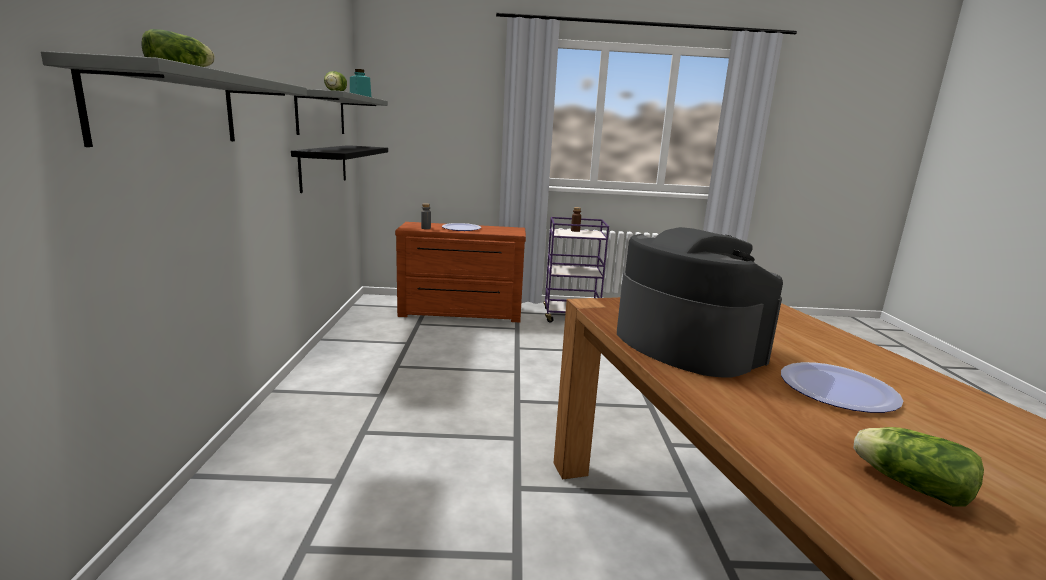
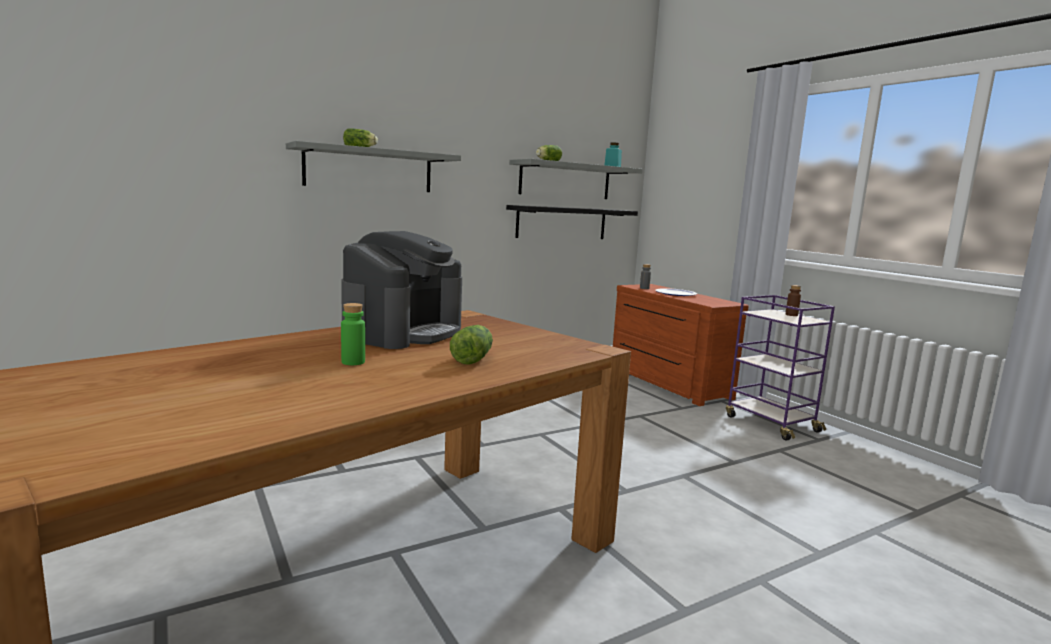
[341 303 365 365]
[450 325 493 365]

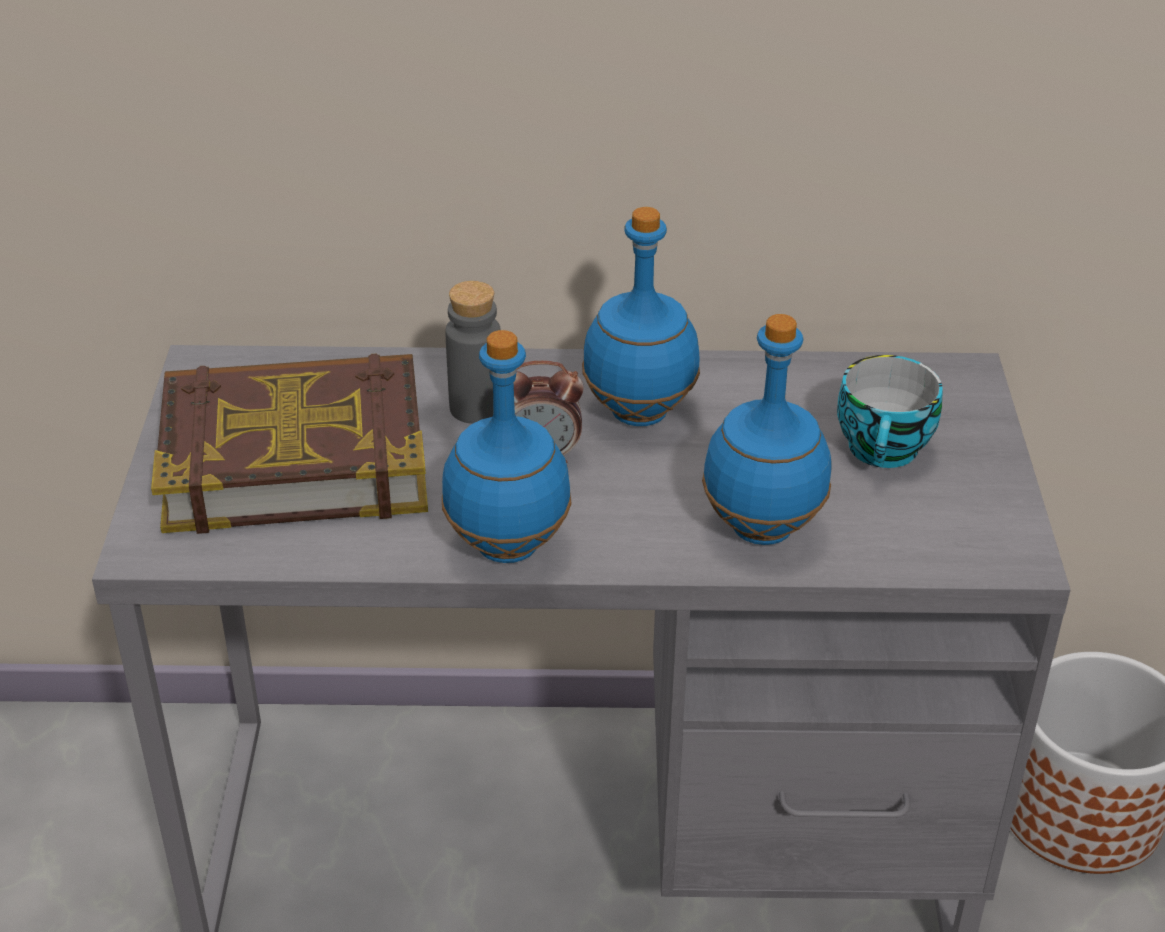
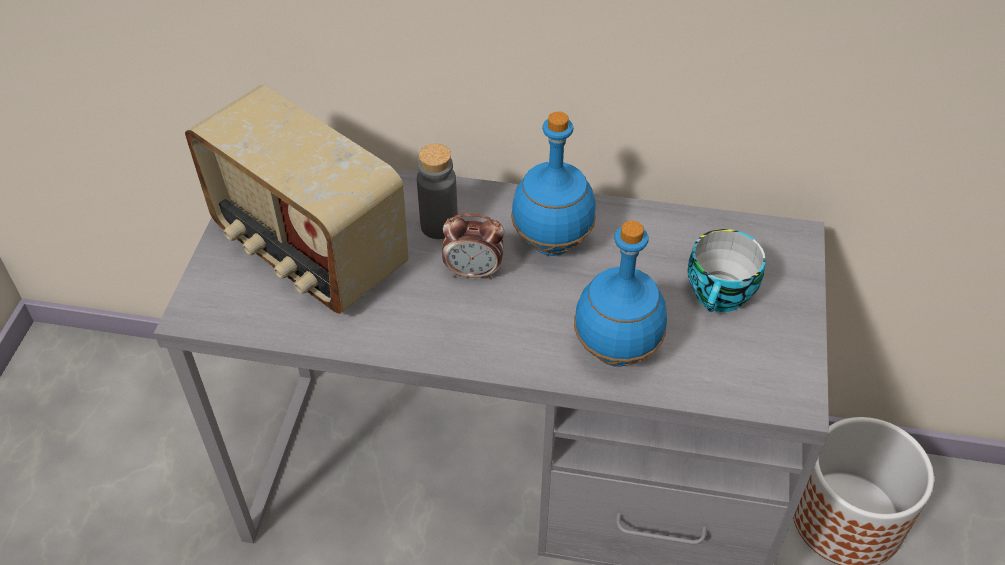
[442 330 572 563] (first image)
[185 85 408 314]

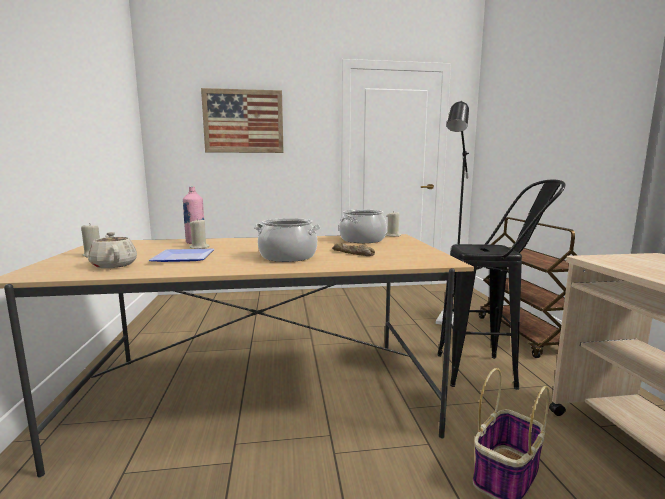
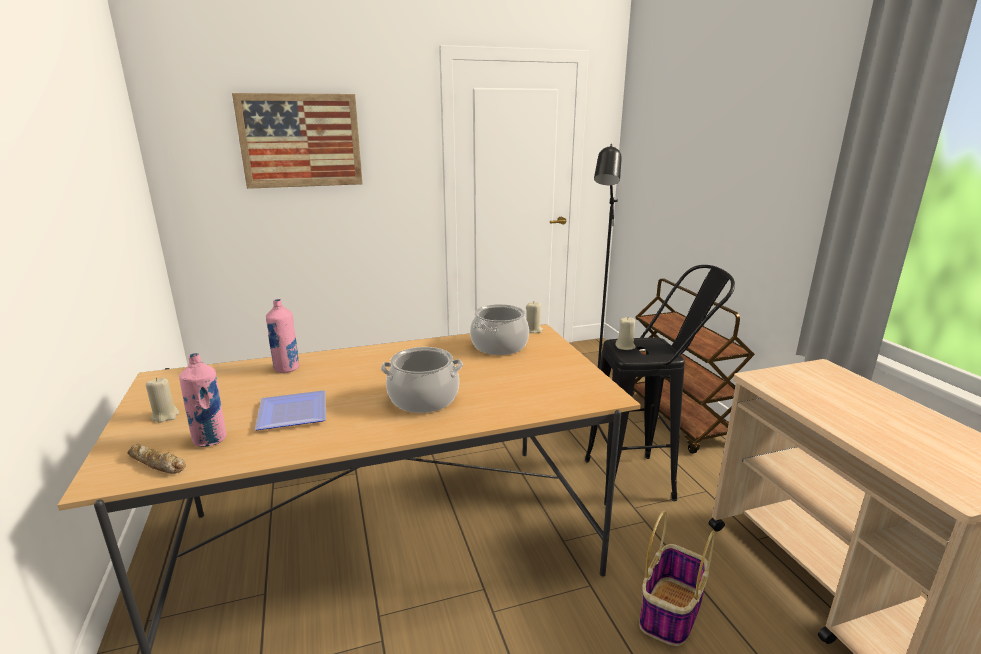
[615 317 636 350]
[179 353 226 447]
[127 444 186 474]

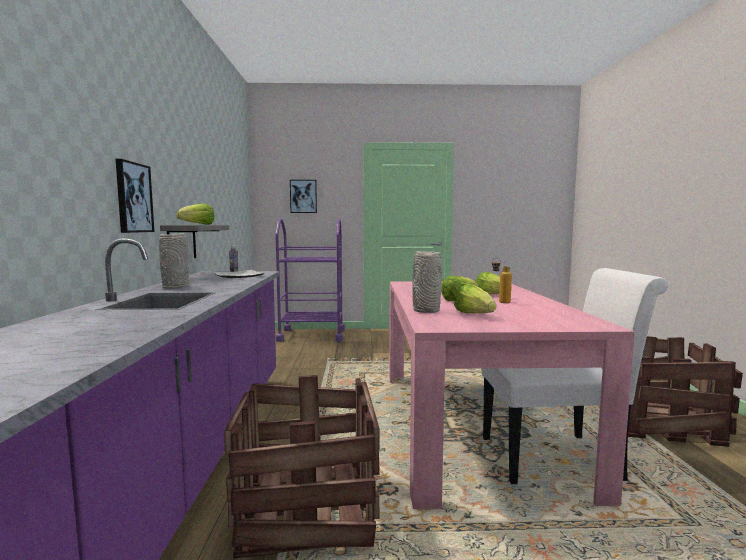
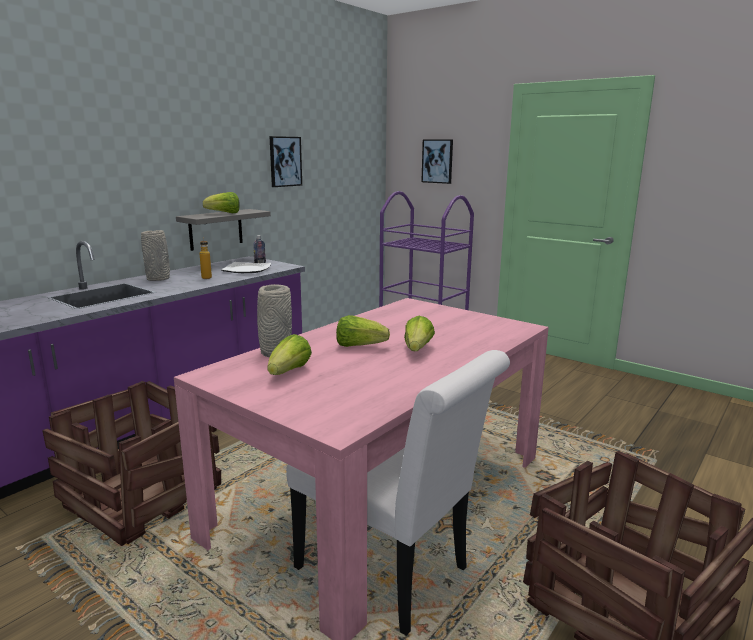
[269 136 302 187]
[200 237 212 279]

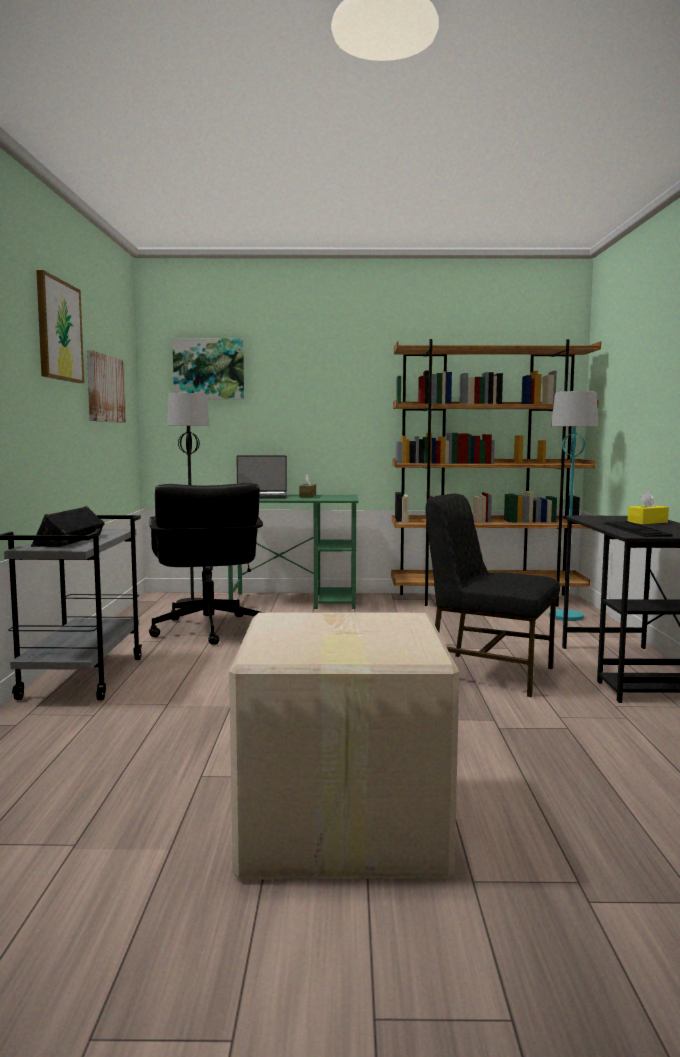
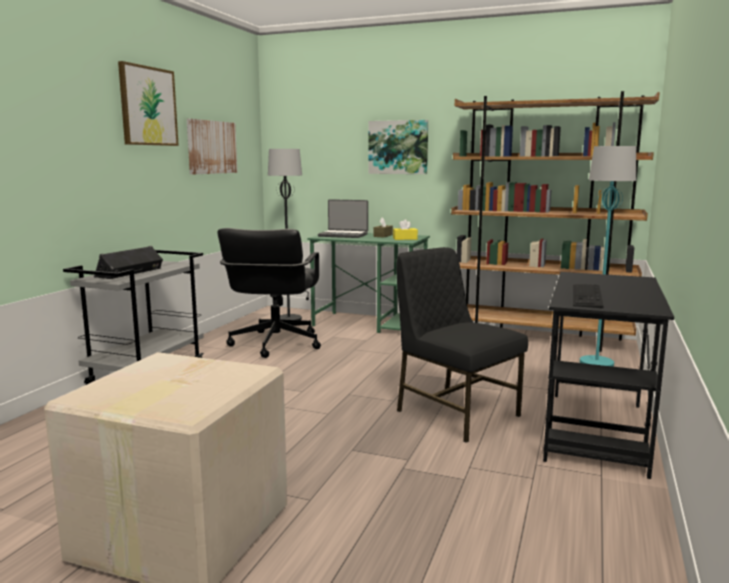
[368 120 428 174]
[393 219 418 240]

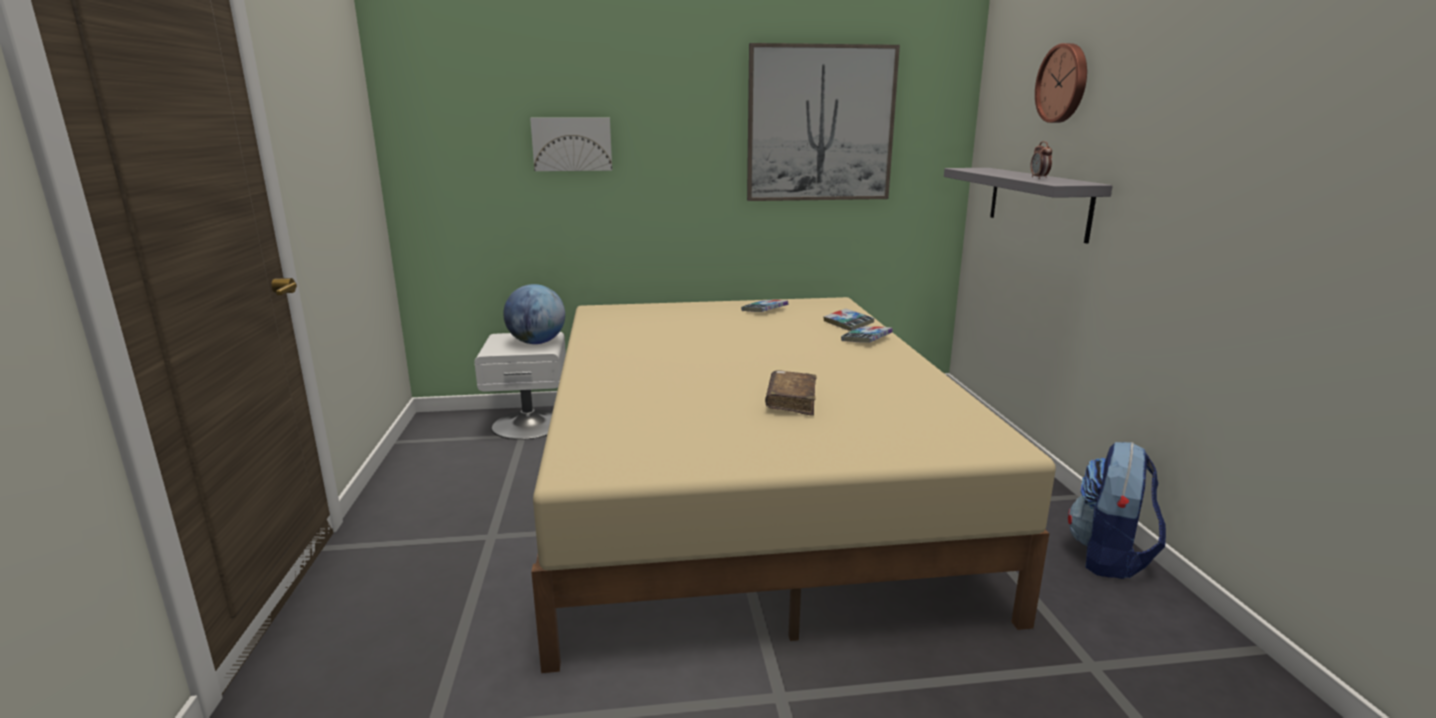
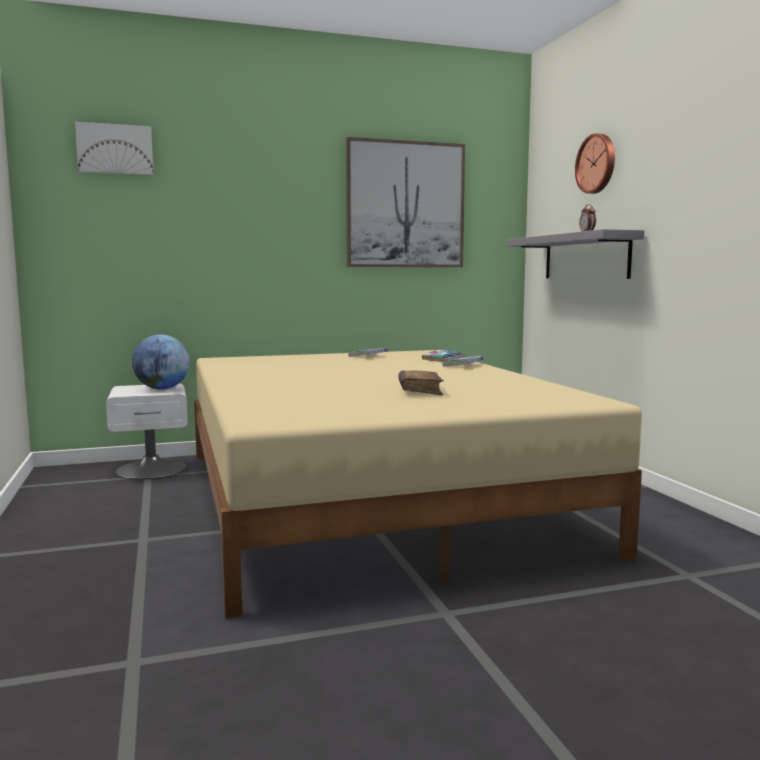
[75 122 154 175]
[1068 442 1166 579] (first image)

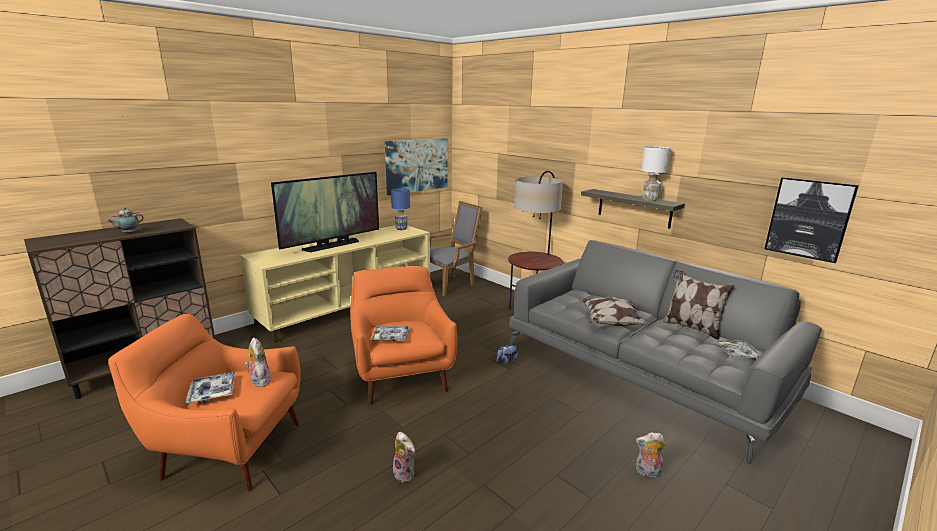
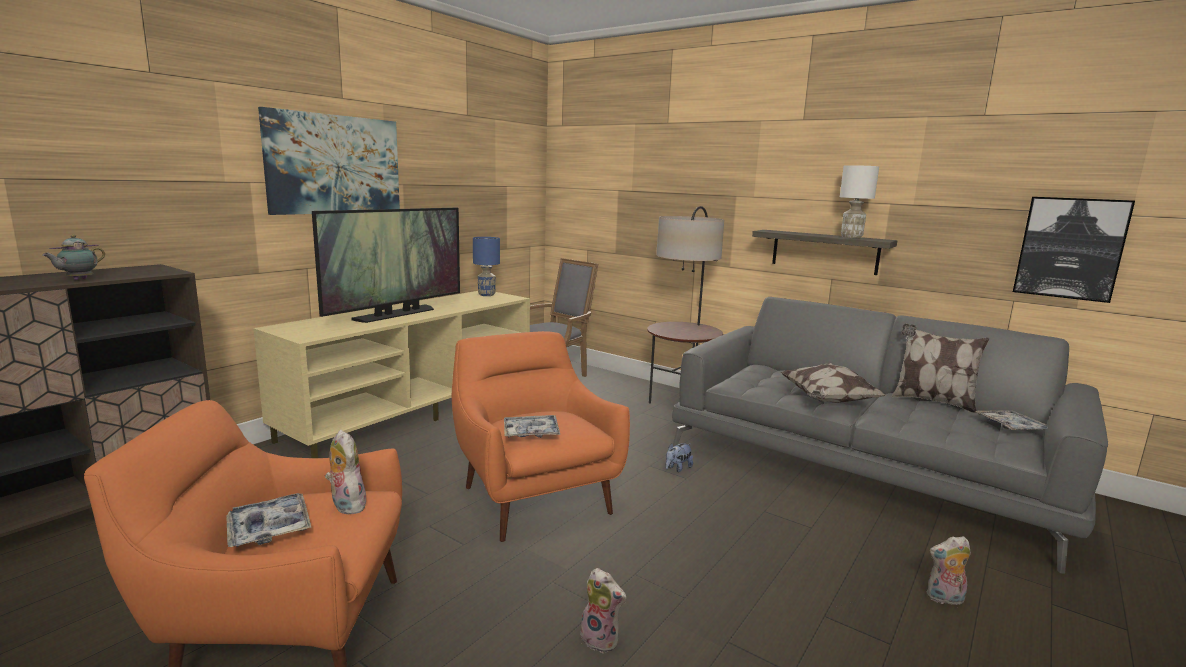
[258 107 400 215]

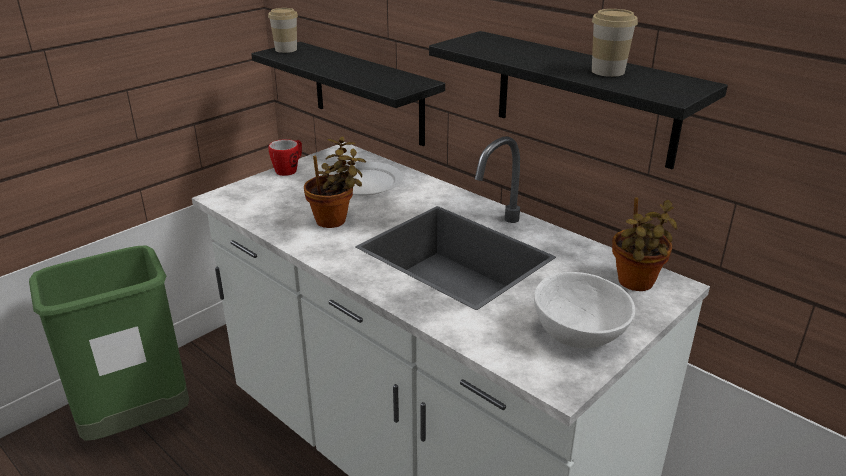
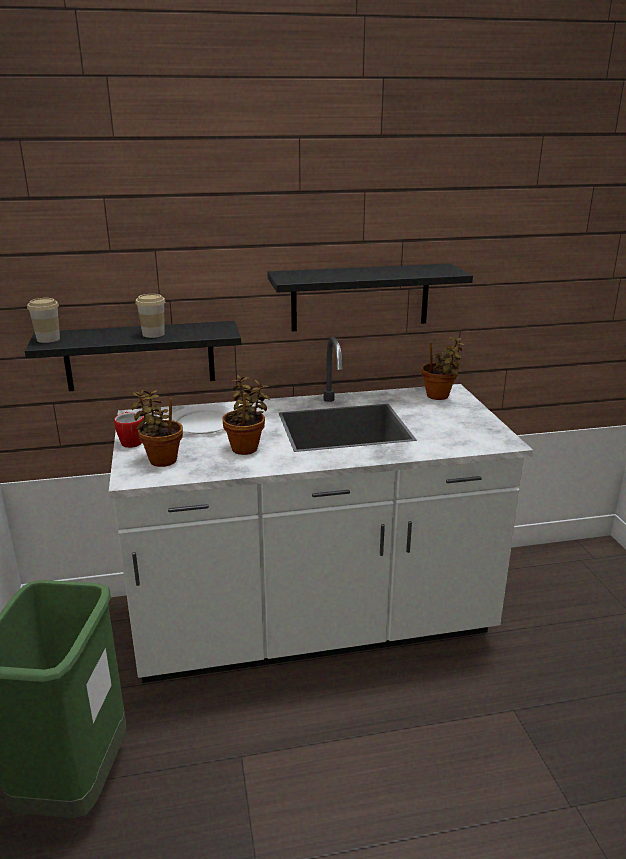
[135 294 165 338]
[534 272 635 348] (first image)
[131 390 183 467]

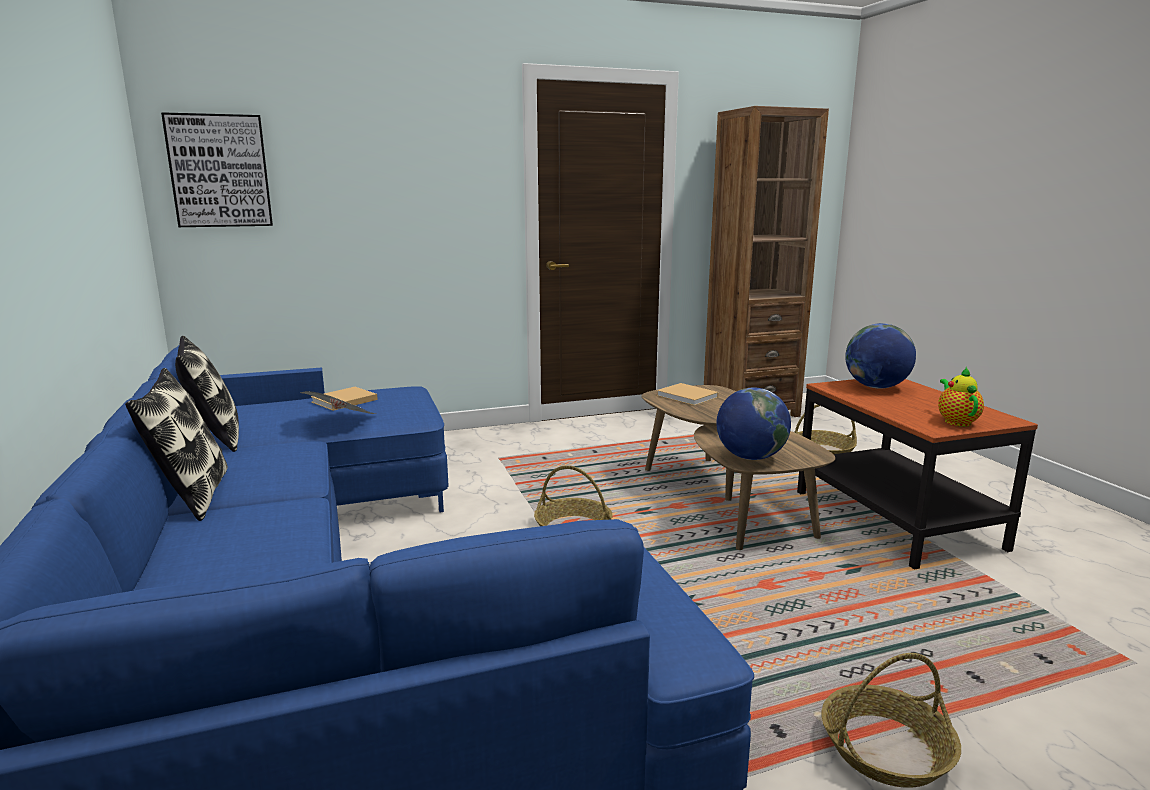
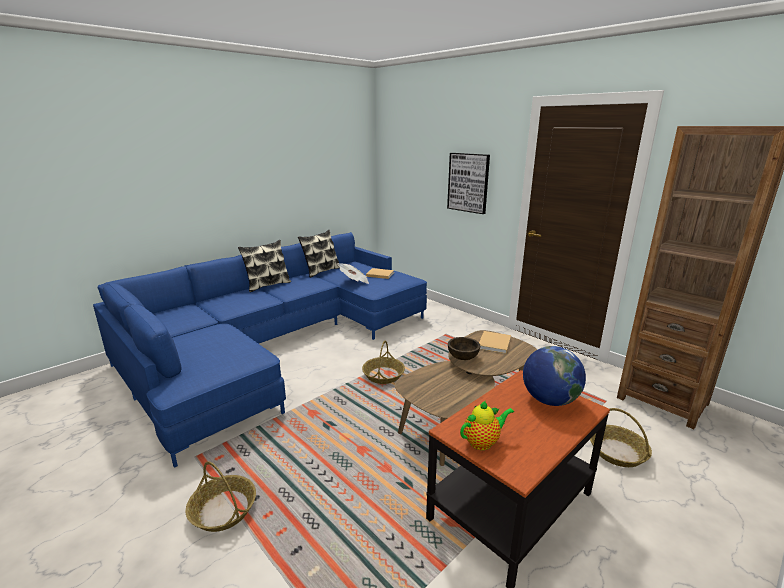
[447 153 490 214]
[716 387 791 460] (first image)
[448 337 480 360]

